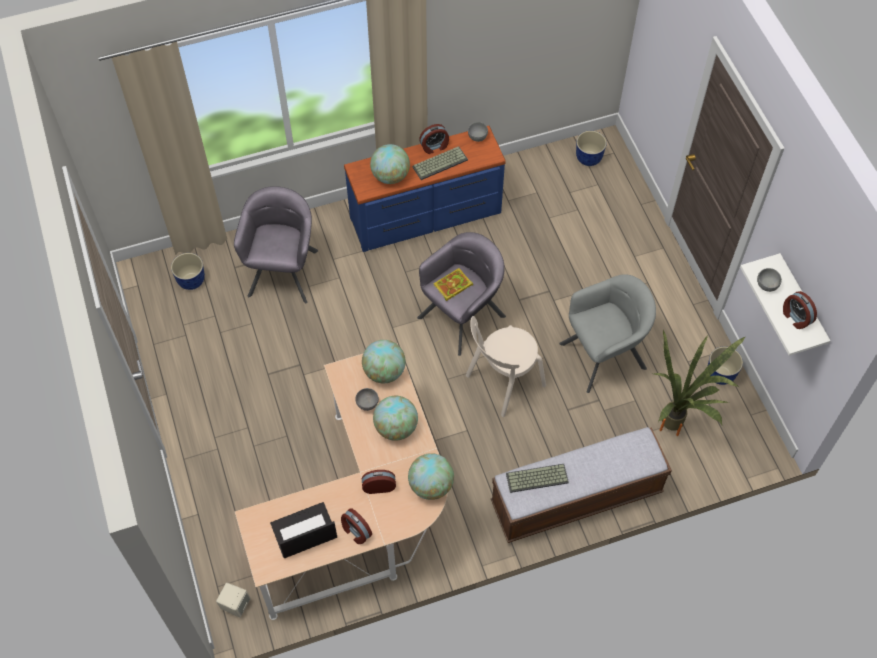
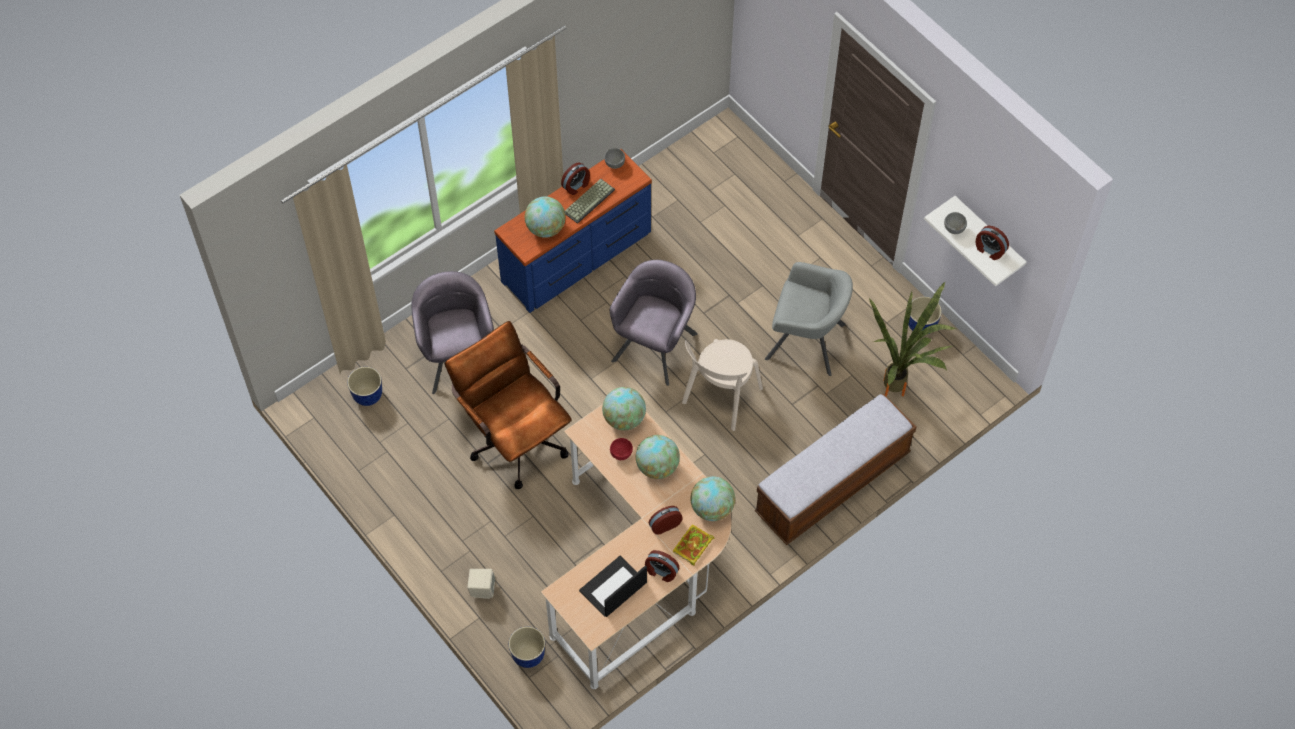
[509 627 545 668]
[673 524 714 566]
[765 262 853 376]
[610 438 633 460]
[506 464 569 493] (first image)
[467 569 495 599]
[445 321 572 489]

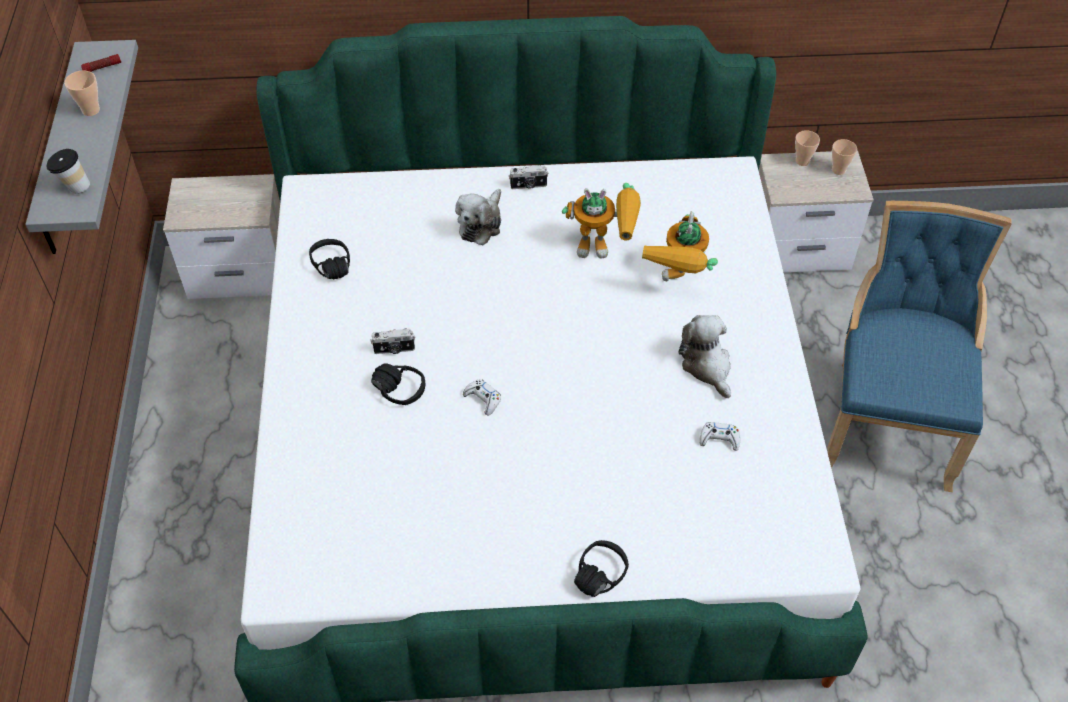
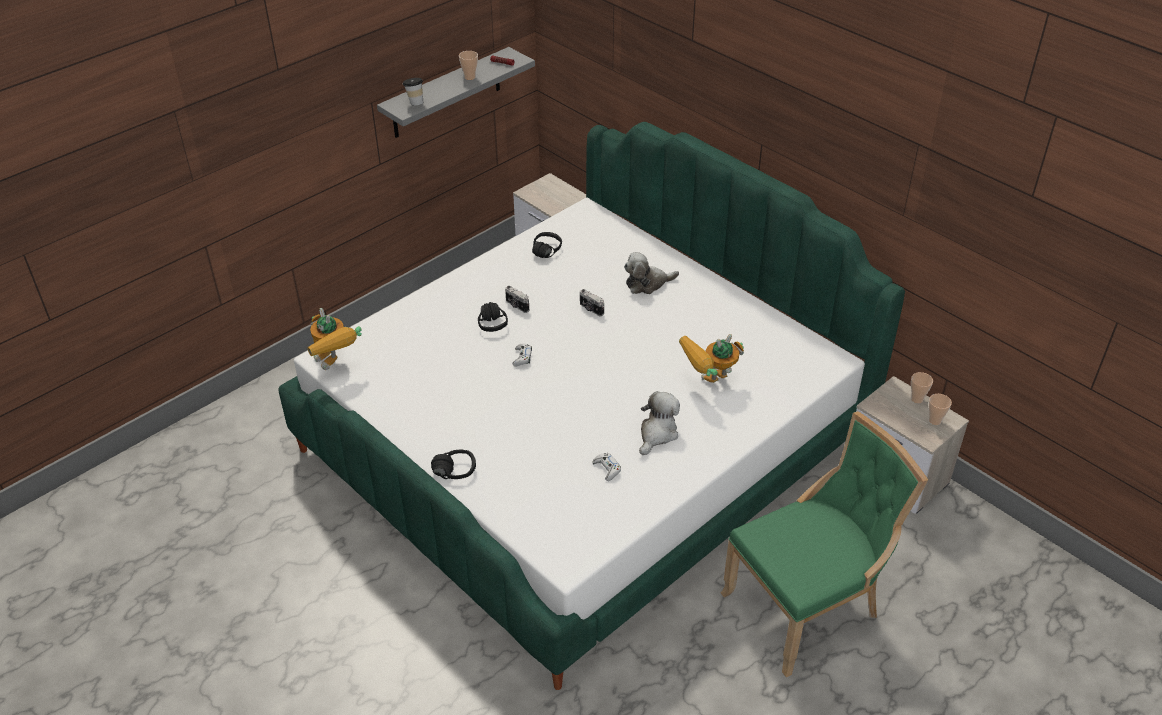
[580 289 604 317]
[307 308 362 370]
[720 411 928 677]

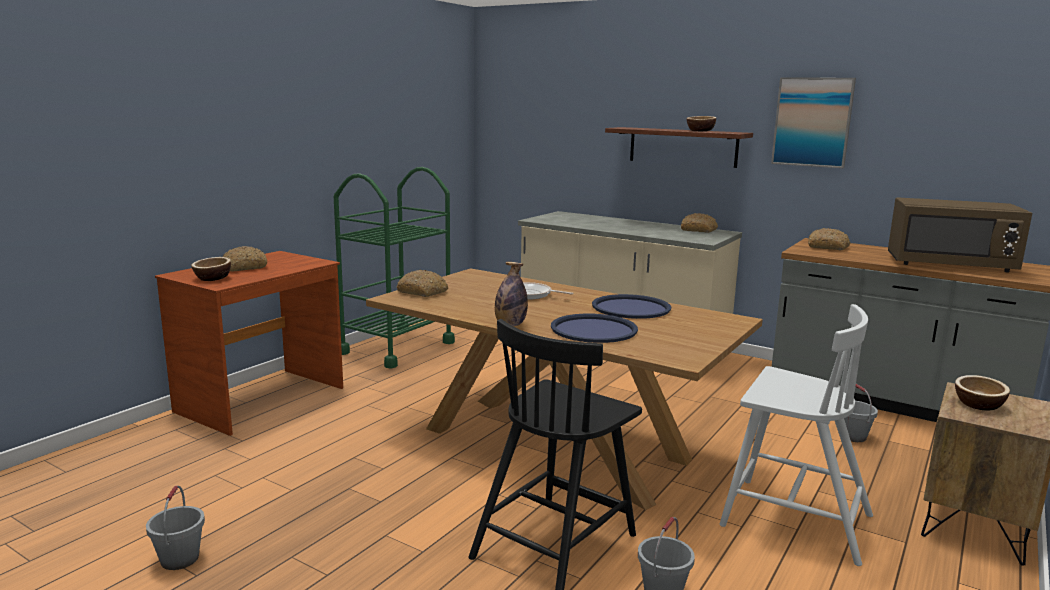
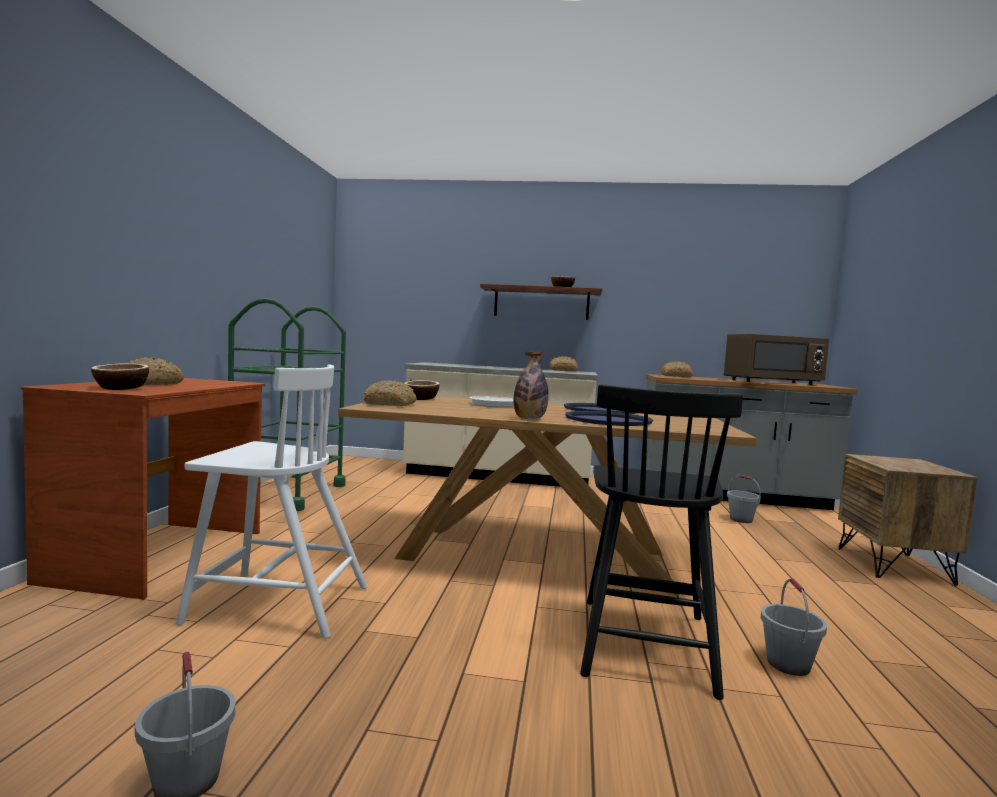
[771 77 856 168] (first image)
[176 364 368 639]
[404 380 440 400]

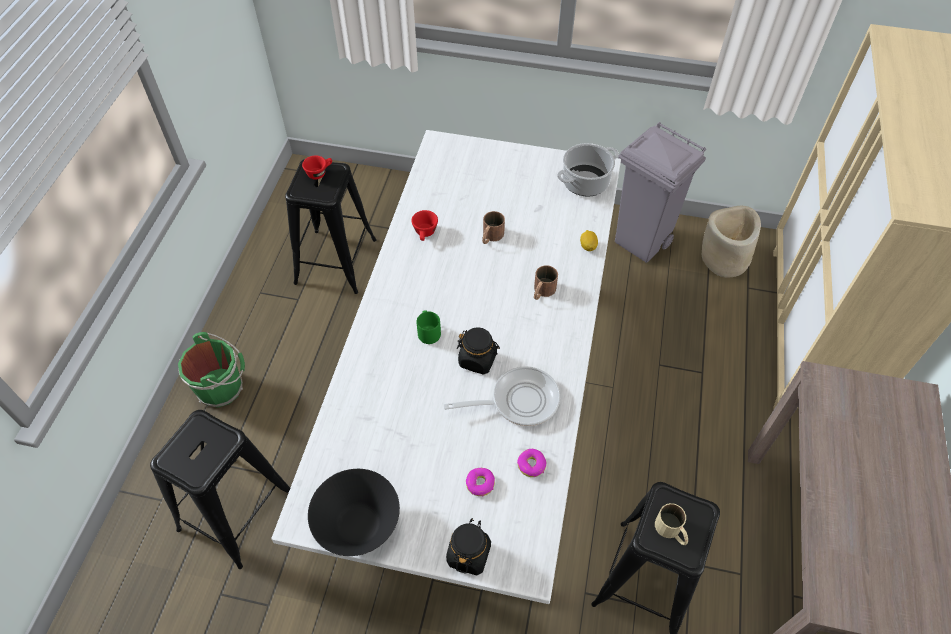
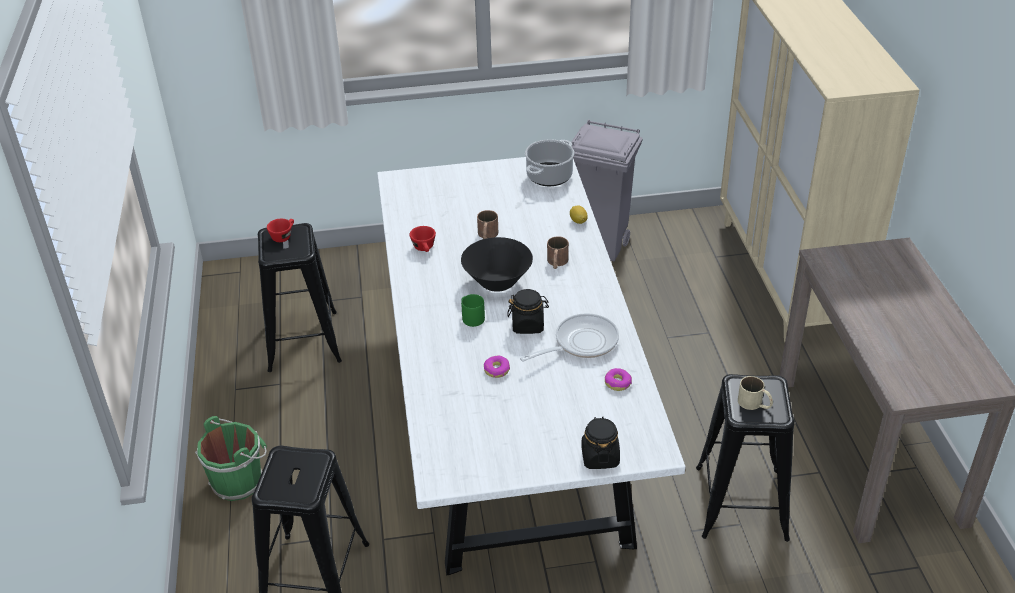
[702 206 761 278] (first image)
[484 356 510 378]
[461 237 533 292]

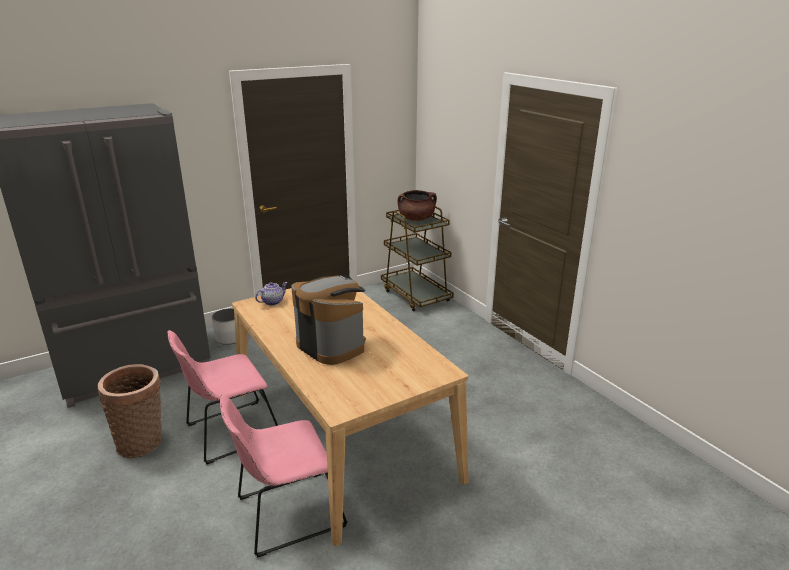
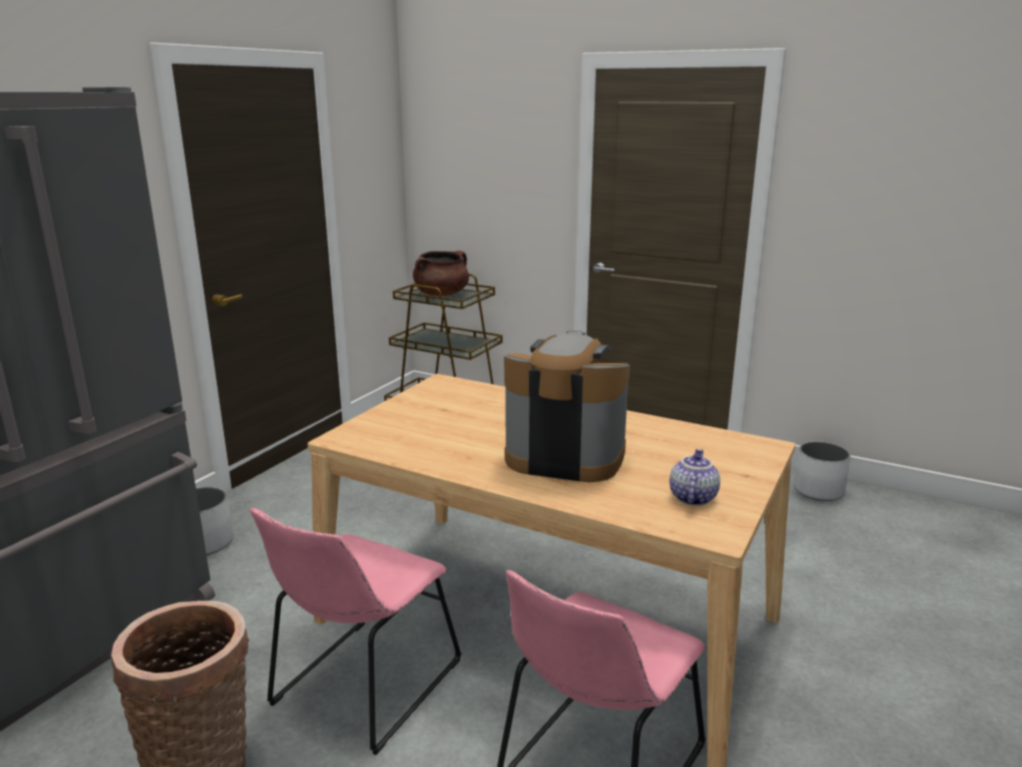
[669 449 720 506]
[794 441 851 501]

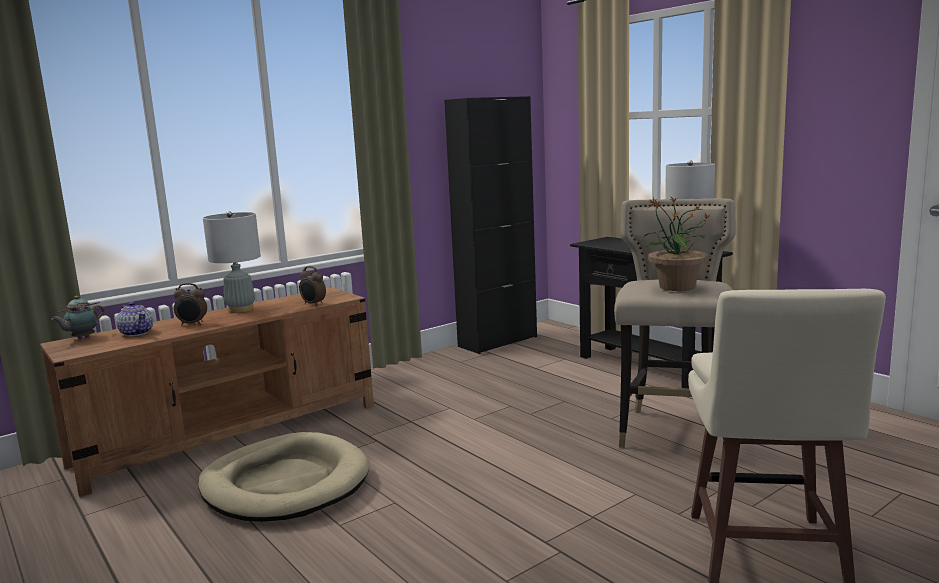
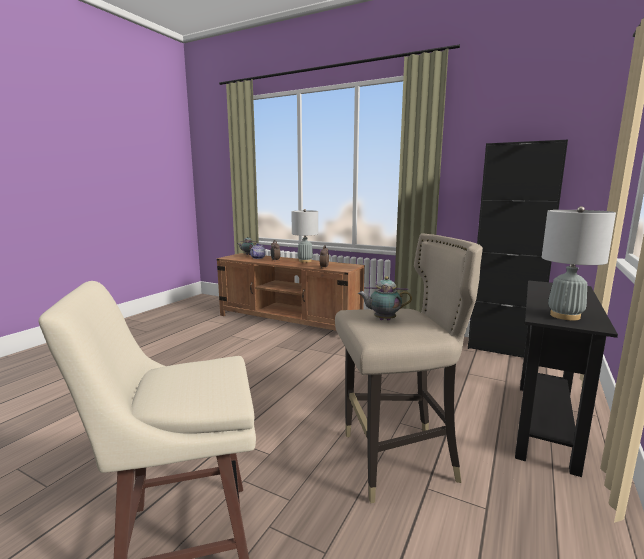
[358 276 412 321]
[198 432 369 522] (first image)

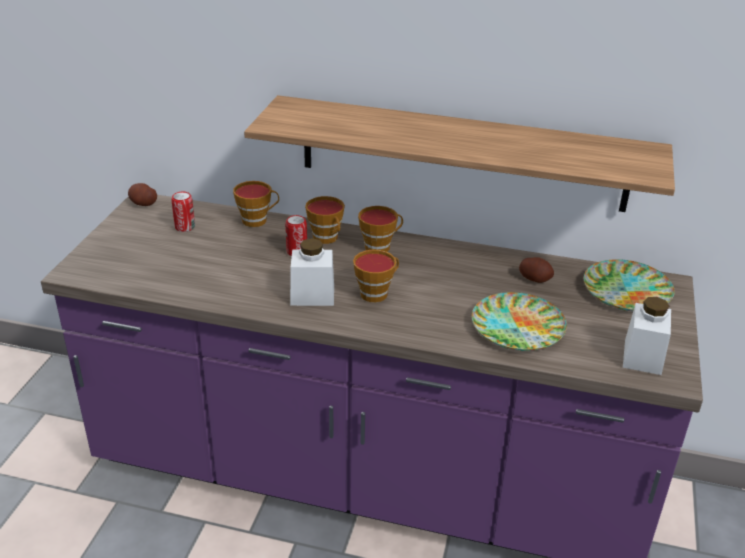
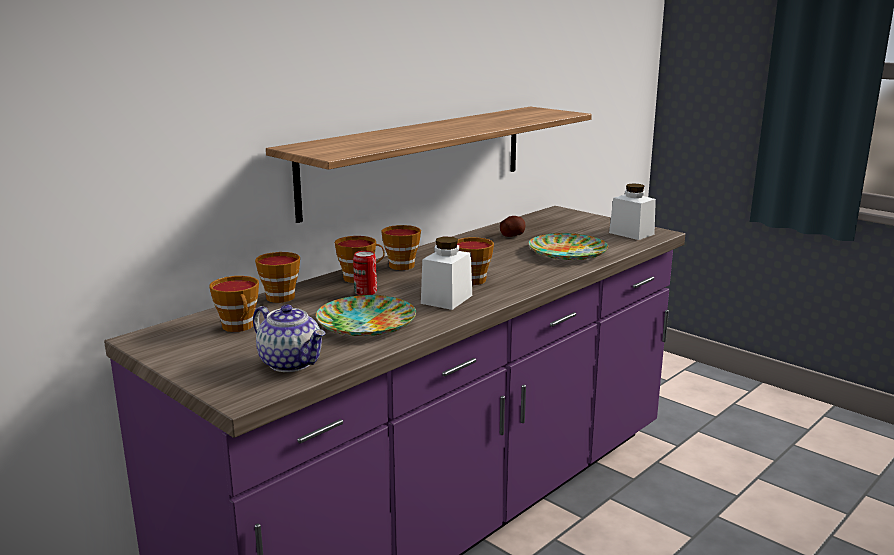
[128 183 157 206] (first image)
[209 276 259 332]
[316 295 416 336]
[253 304 325 372]

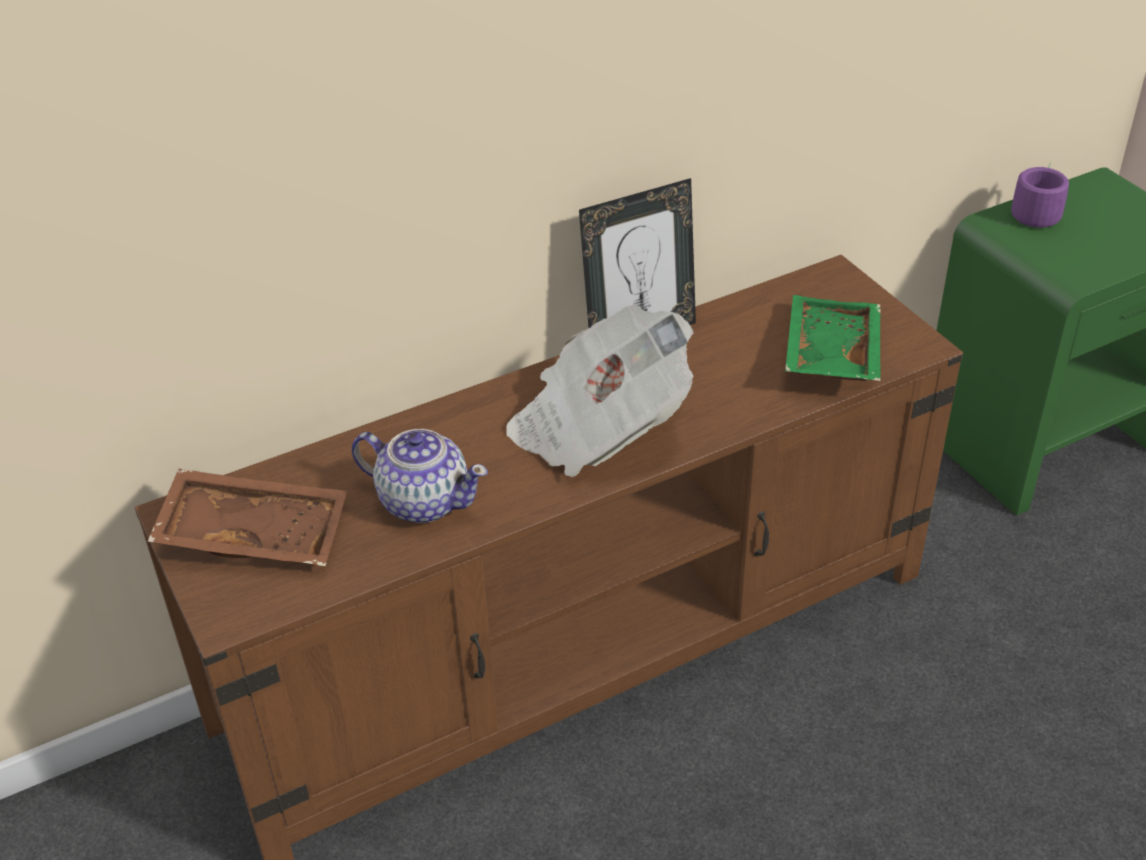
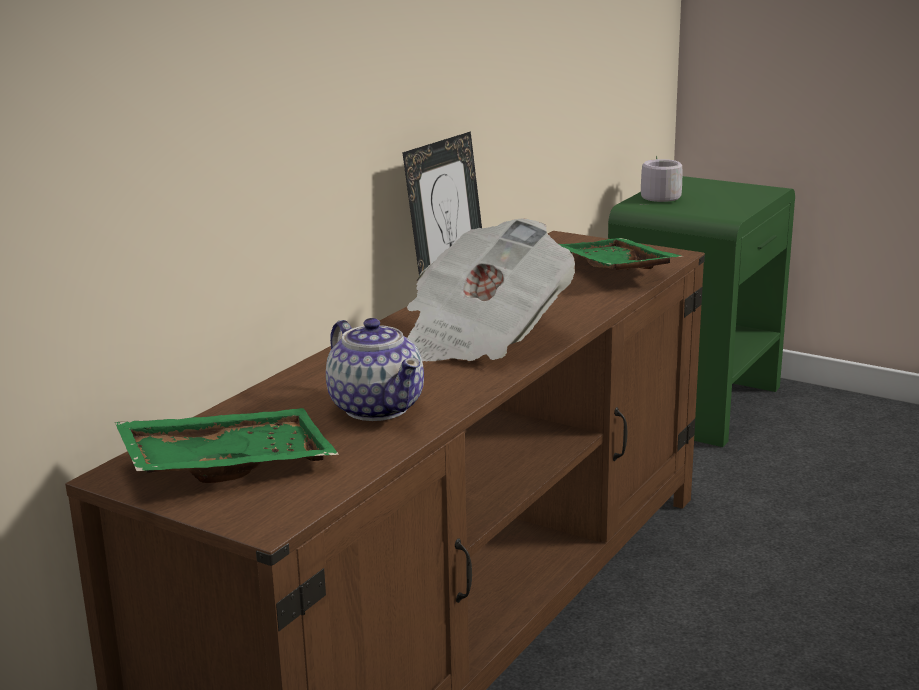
[641 156 682 205]
[326 318 424 421]
[115 408 339 483]

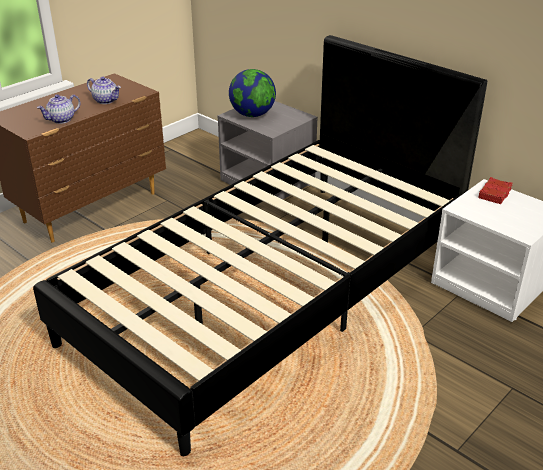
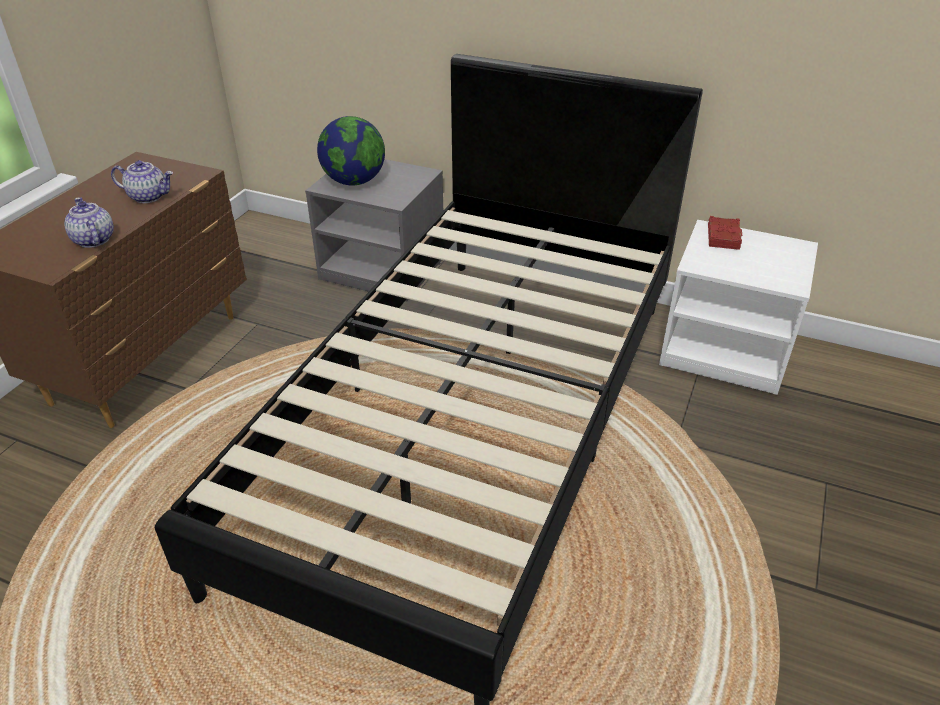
[64 197 114 248]

